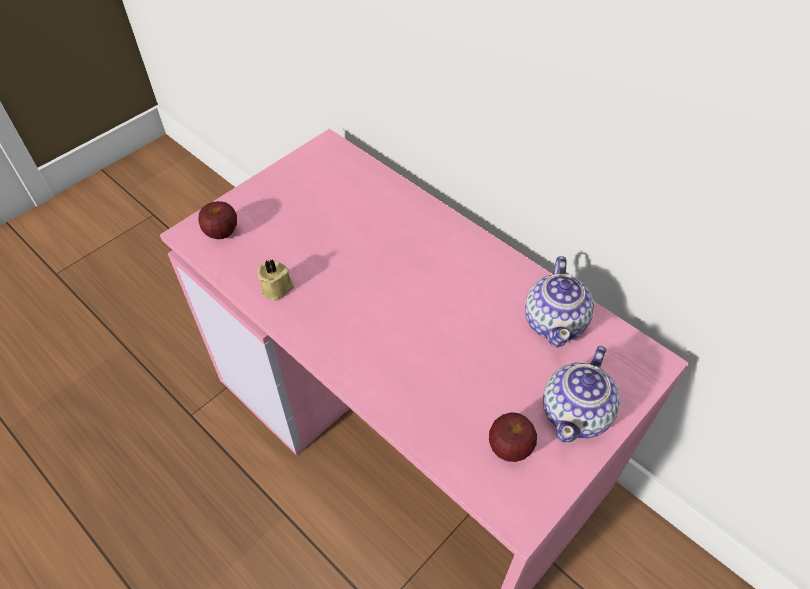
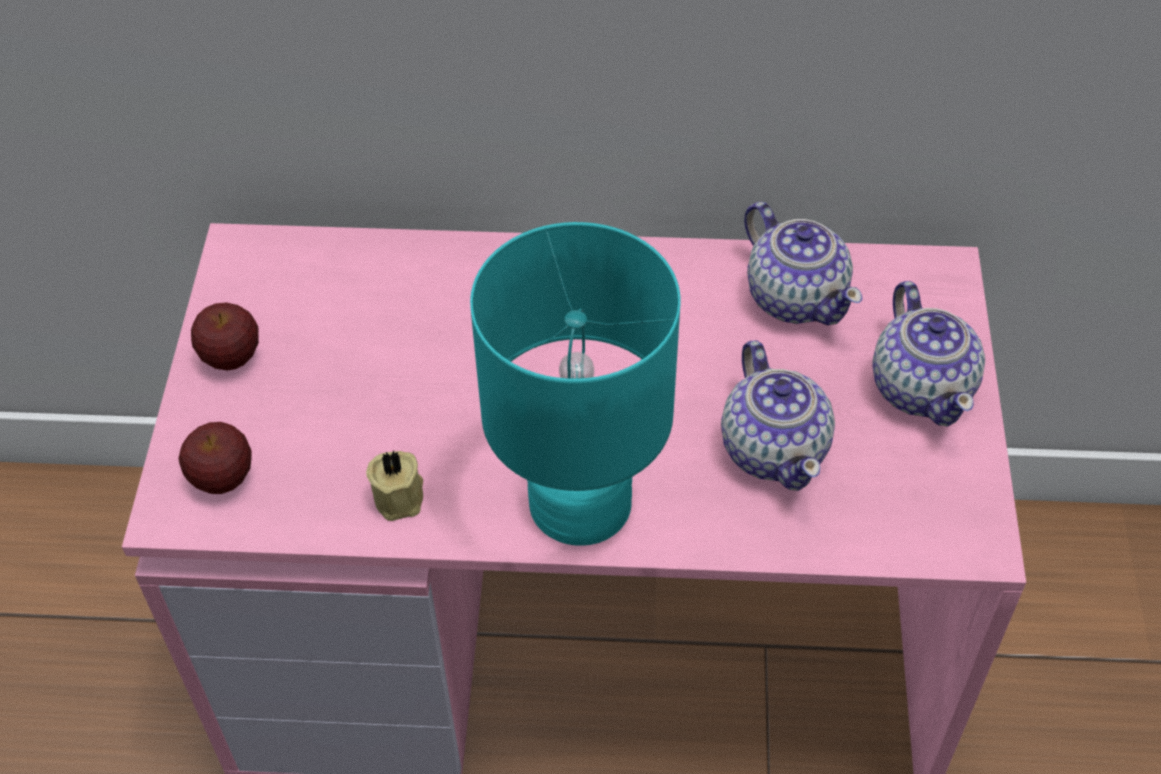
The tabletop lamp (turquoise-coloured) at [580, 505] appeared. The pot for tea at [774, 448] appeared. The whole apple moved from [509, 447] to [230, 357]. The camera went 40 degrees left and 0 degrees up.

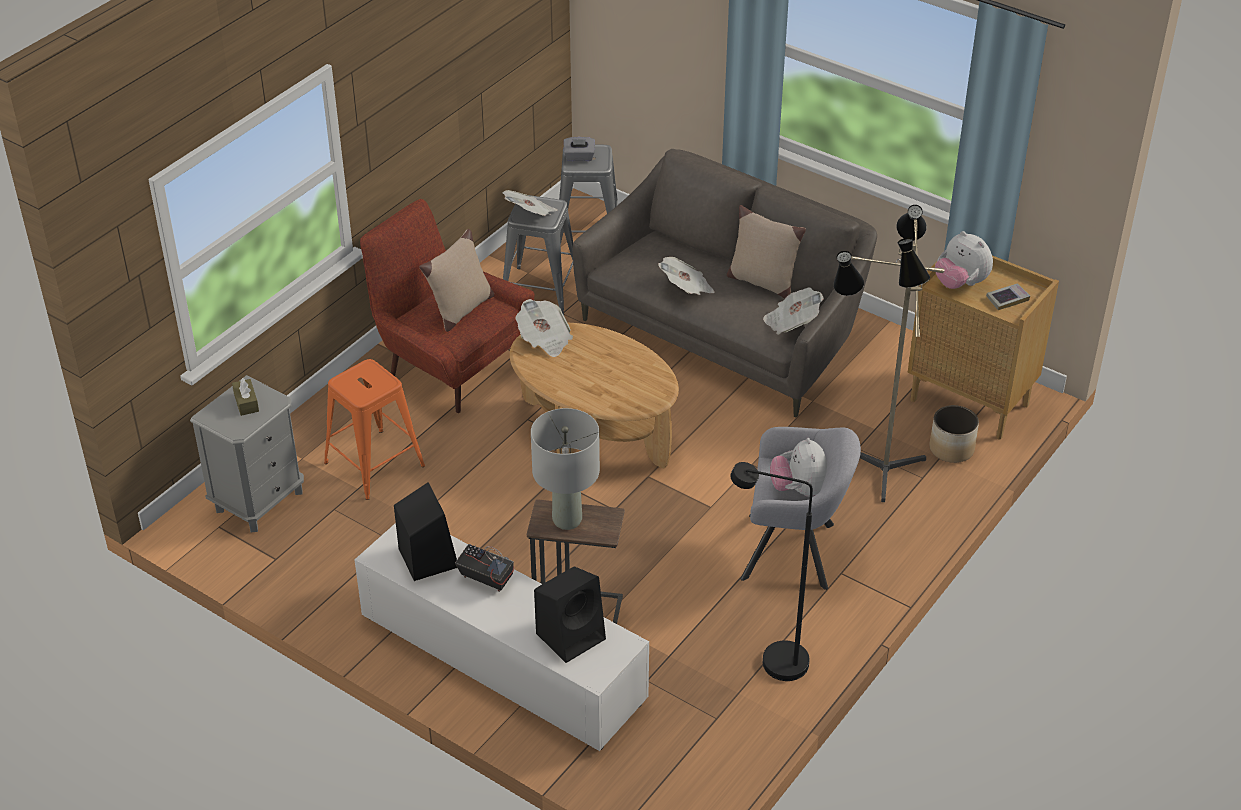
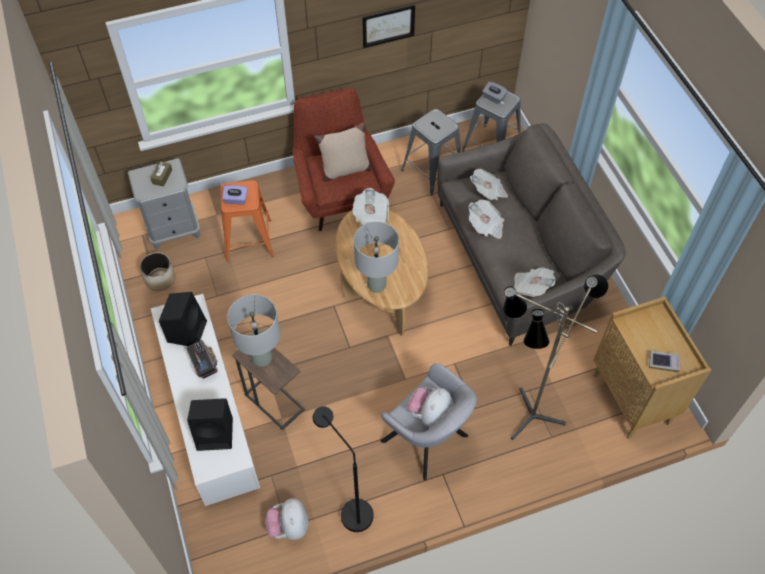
The cushion (sand-coloured) at [762, 282] disappeared. The box of tissues (purple-coloured) at [236, 200] appeared. The tabletop lamp (gray) at [376, 284] appeared. The wall art at [388, 26] appeared. The printed paper moved from [530, 215] to [488, 192]. The plant pot moved from [951, 448] to [160, 279]. The cuddly toy moved from [960, 283] to [289, 527]. The camera went 35 degrees right and 15 degrees up.

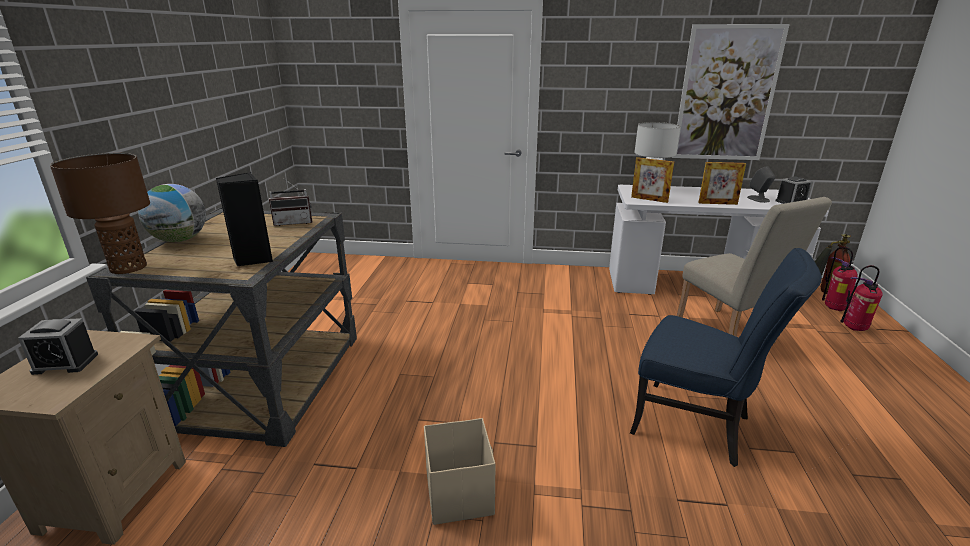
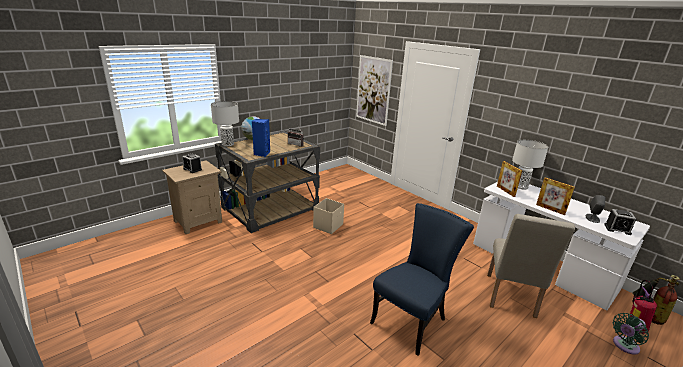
The storage bin (sand-coloured) moved from [459, 493] to [328, 226]. The wall art moved from [726, 94] to [373, 90]. The fire extinguisher at [853, 329] was replaced by the fan (green) at [624, 346]. The tabletop lamp (brown-coloured) at [128, 267] became the tabletop lamp (whitish) at [227, 144]. The speaker (black-coloured) at [253, 259] became the speaker (blue-coloured) at [261, 153]. The upright chair (blue-coloured) at [698, 426] turned 120 degrees counterclockwise. The camera went 40 degrees right and 0 degrees up.

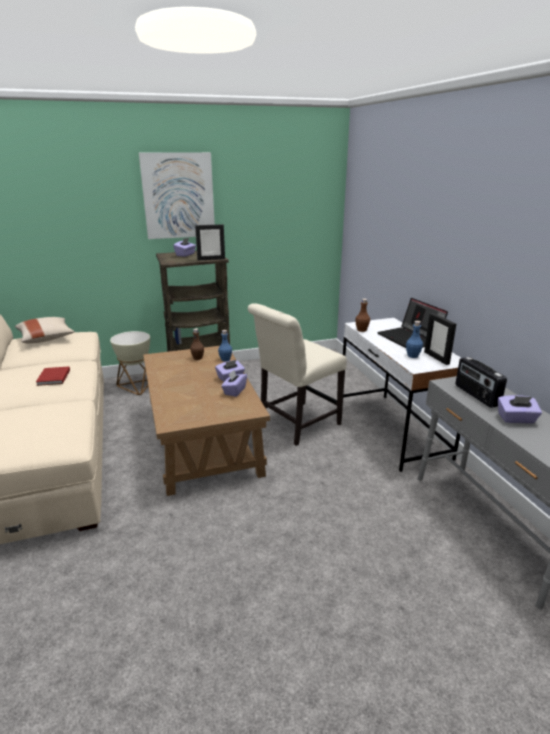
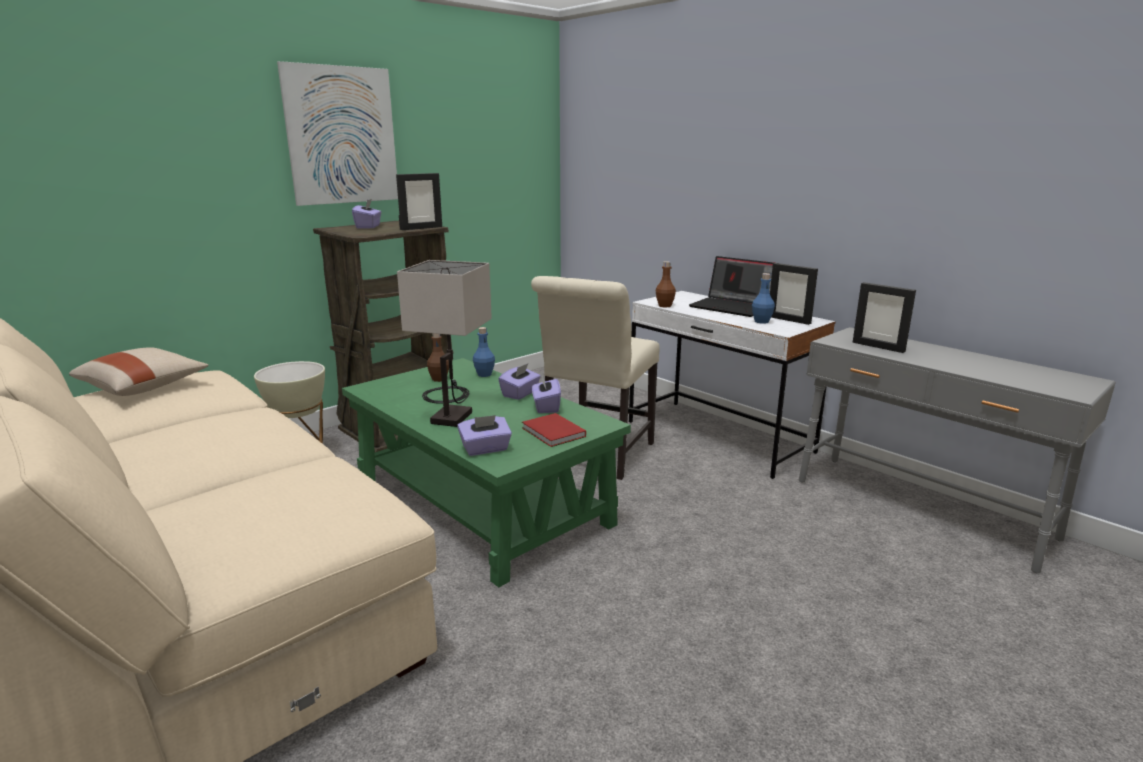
The tabletop lamp at [451, 407] appeared. The book (reddish) moved from [53, 378] to [553, 433]. The box of tissues (purple-coloured) moved from [516, 419] to [485, 449]. The radio set at [476, 395] was replaced by the picture frame at [878, 346]. The low table (brown-coloured) at [202, 439] became the low table (green) at [480, 502]. The camera went 25 degrees left and 5 degrees down.

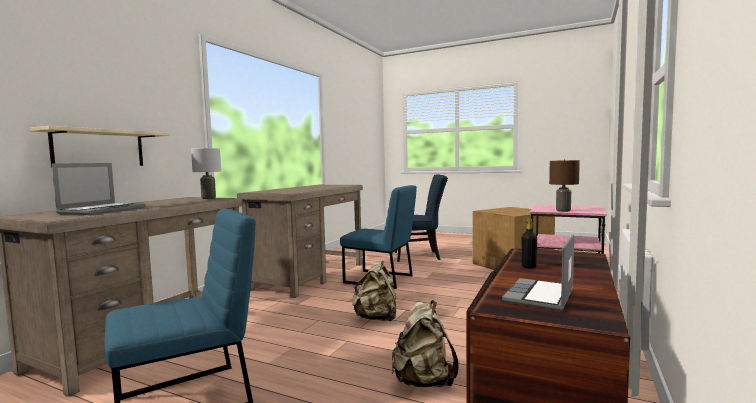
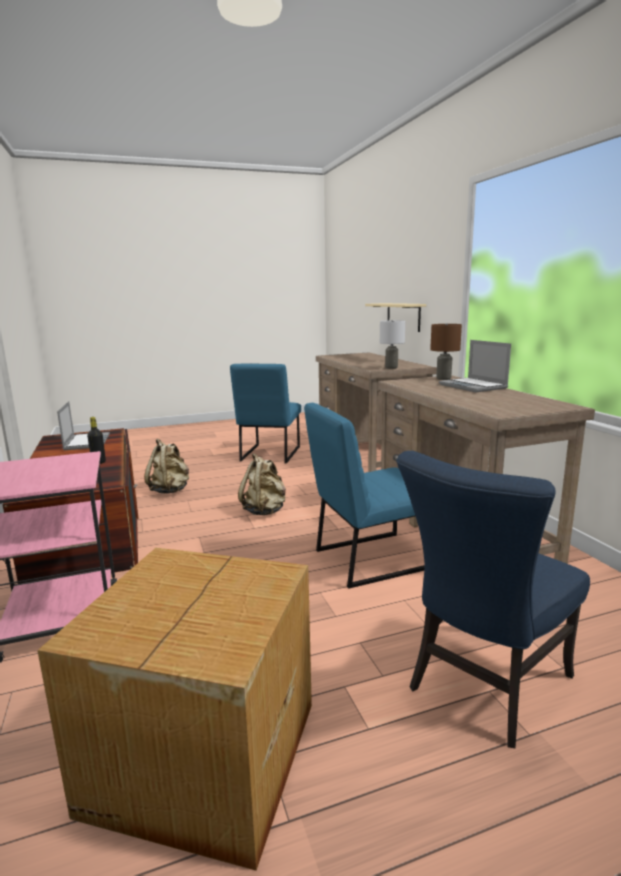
The laptop moved from [103, 210] to [473, 386]. The tabletop lamp (brown-coloured) moved from [562, 211] to [444, 379]. The camera went 135 degrees right and 10 degrees up.

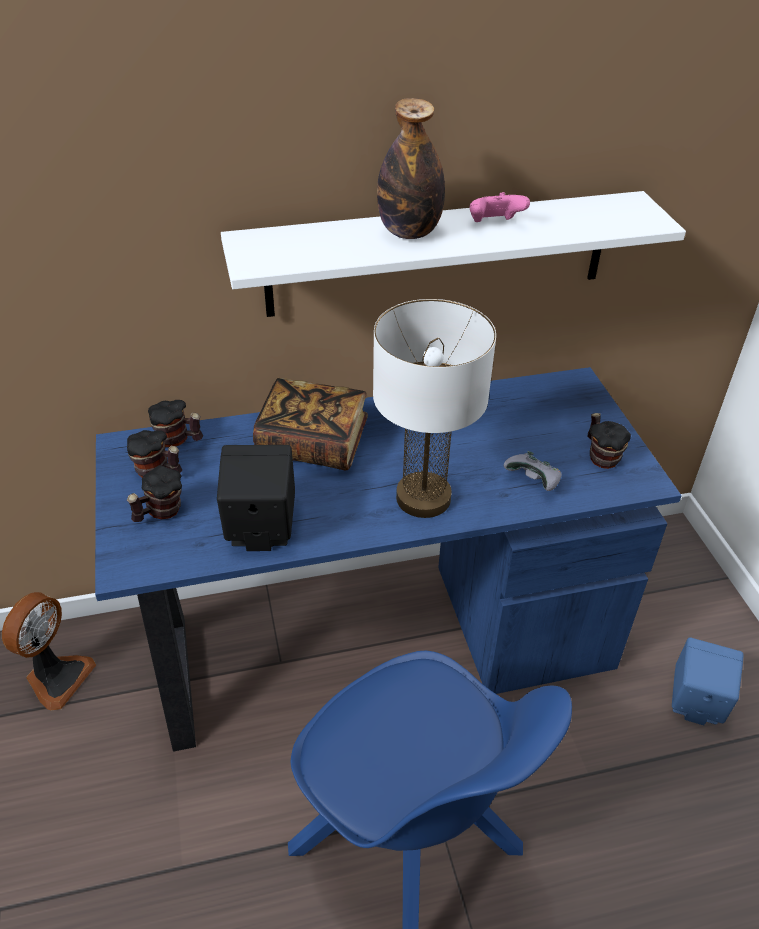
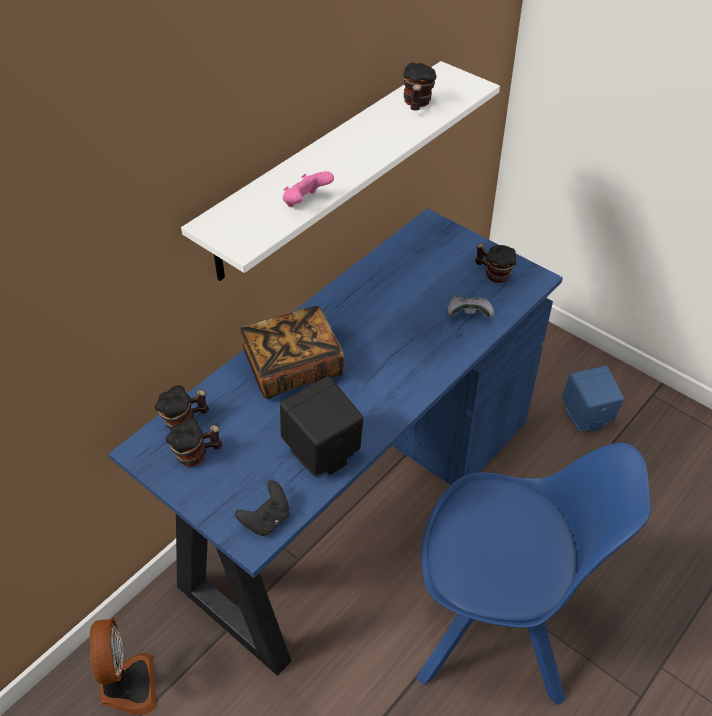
The tabletop lamp at [423, 497] disappeared. The drink bottle at [409, 232] disappeared. The gamepad (black-coloured) at [266, 520] appeared. The tea mug moved from [159, 513] to [416, 105]. The gamepad (pink) moved from [494, 224] to [306, 203]. The camera went 35 degrees left and 5 degrees up.

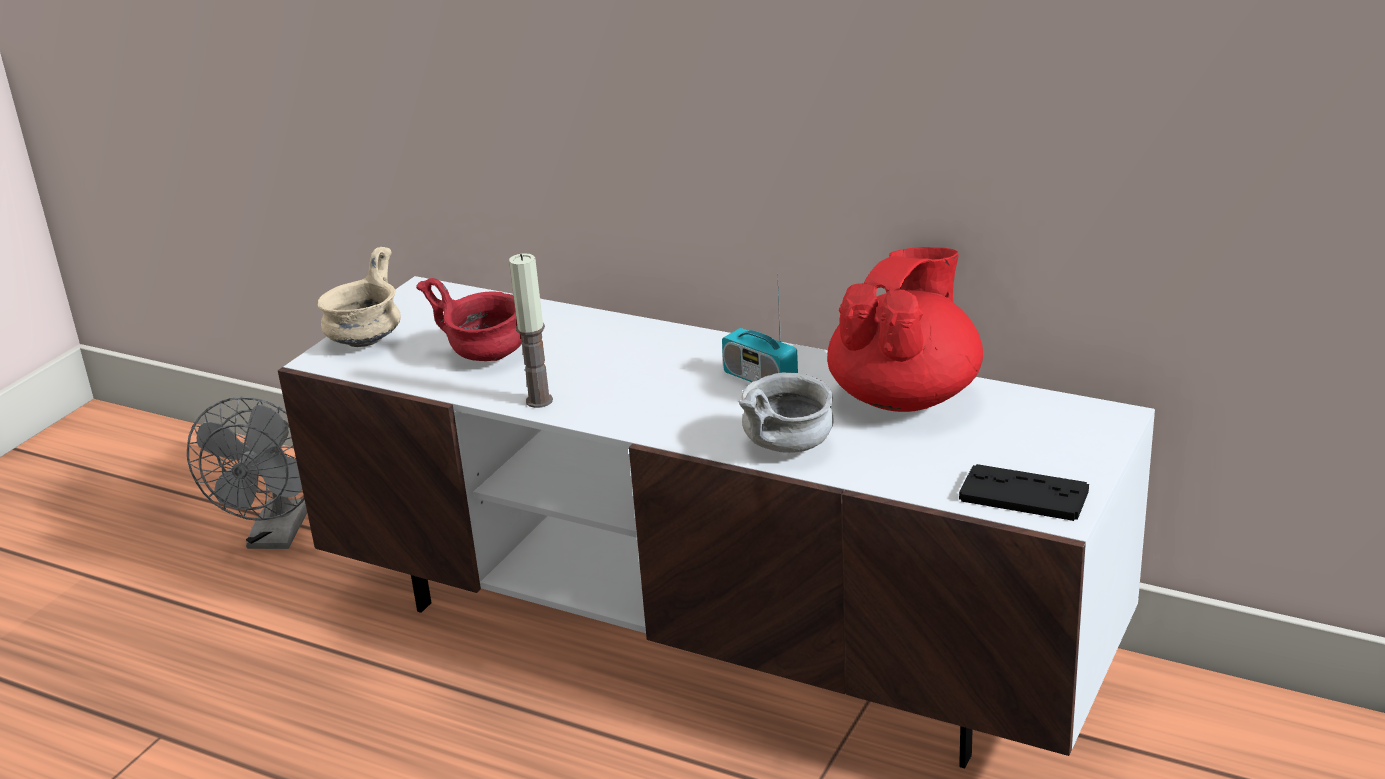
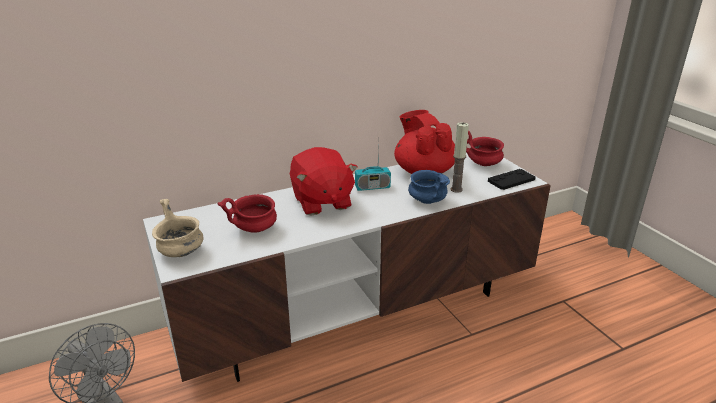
The cuddly toy (reddish) at [321, 202] appeared. The bowl (reddish) at [482, 164] appeared. The candle moved from [539, 401] to [456, 189]. The bowl (gray) at [787, 447] became the bowl (blue-coloured) at [429, 201]. The camera went 55 degrees left and 0 degrees up.

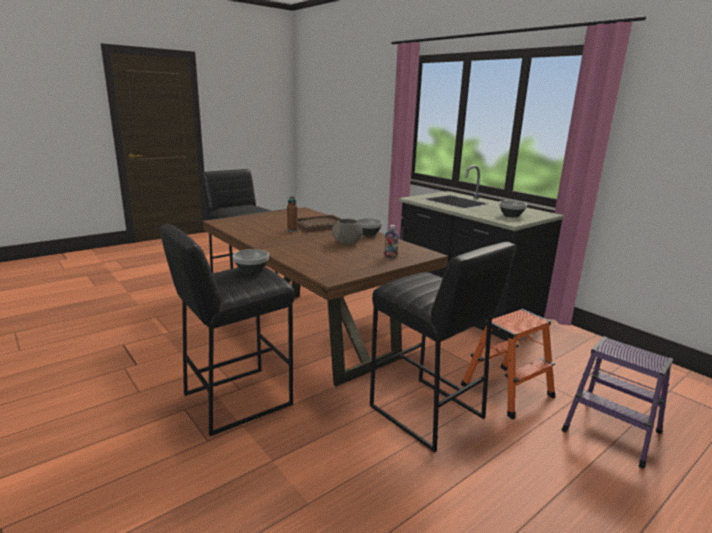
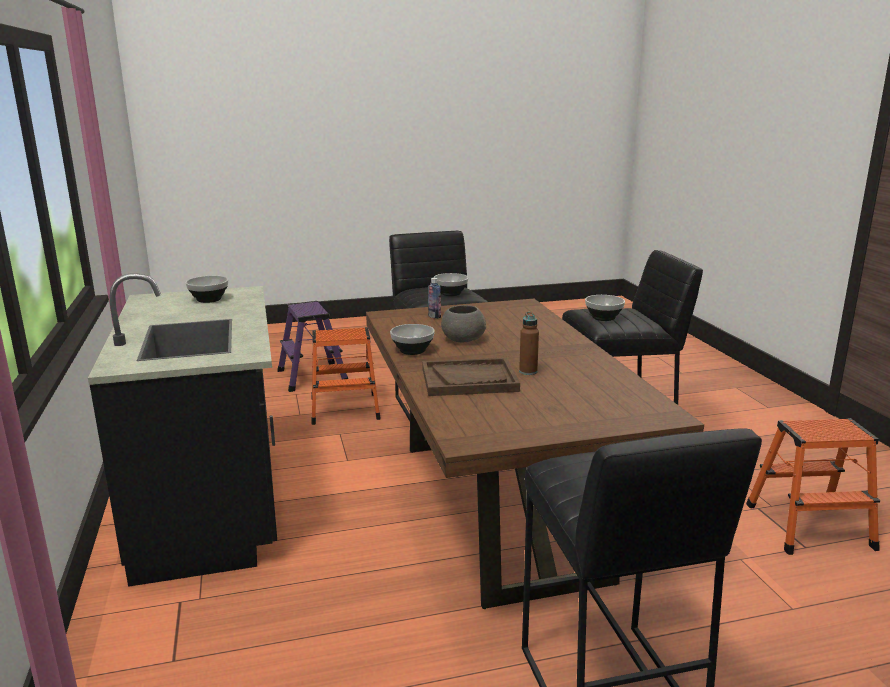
The bowl at [450, 294] appeared. The step ladder (orangey) at [808, 526] appeared. The camera went 155 degrees left and 0 degrees up.

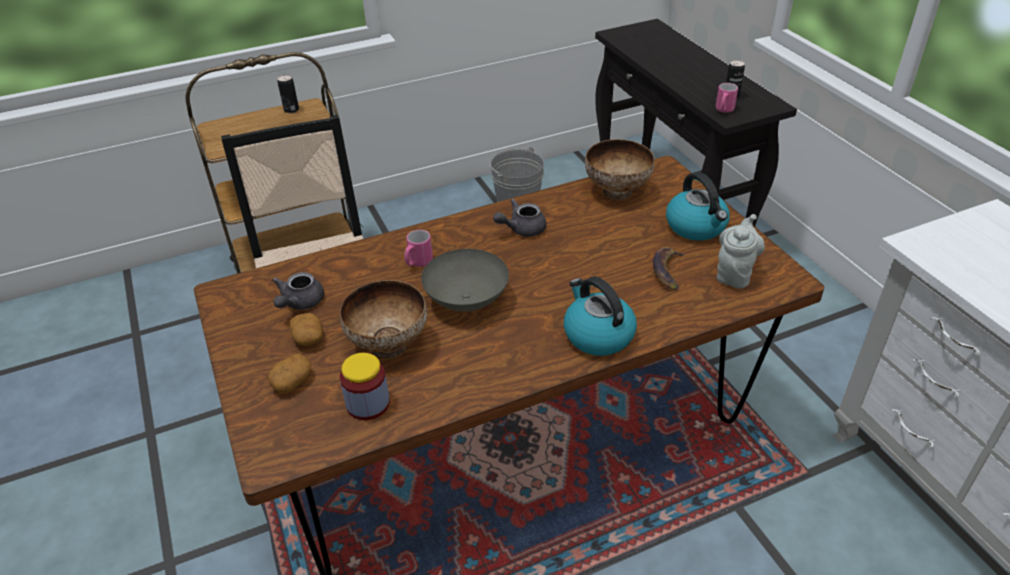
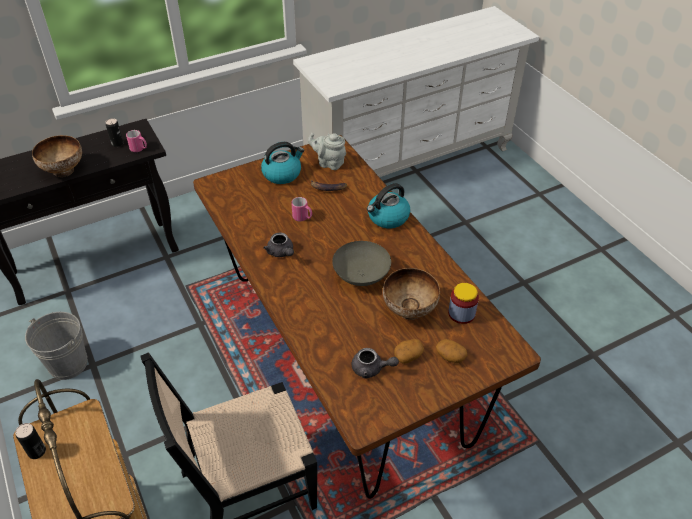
The tea mug (pink) moved from [418, 263] to [302, 218]. The bowl moved from [616, 191] to [63, 171]. The camera went 95 degrees left and 5 degrees up.

